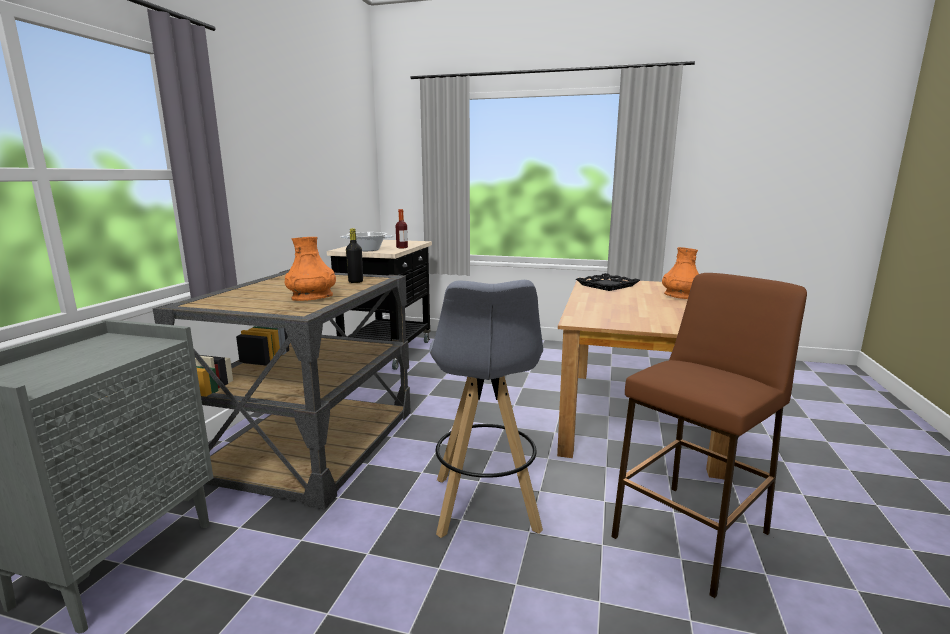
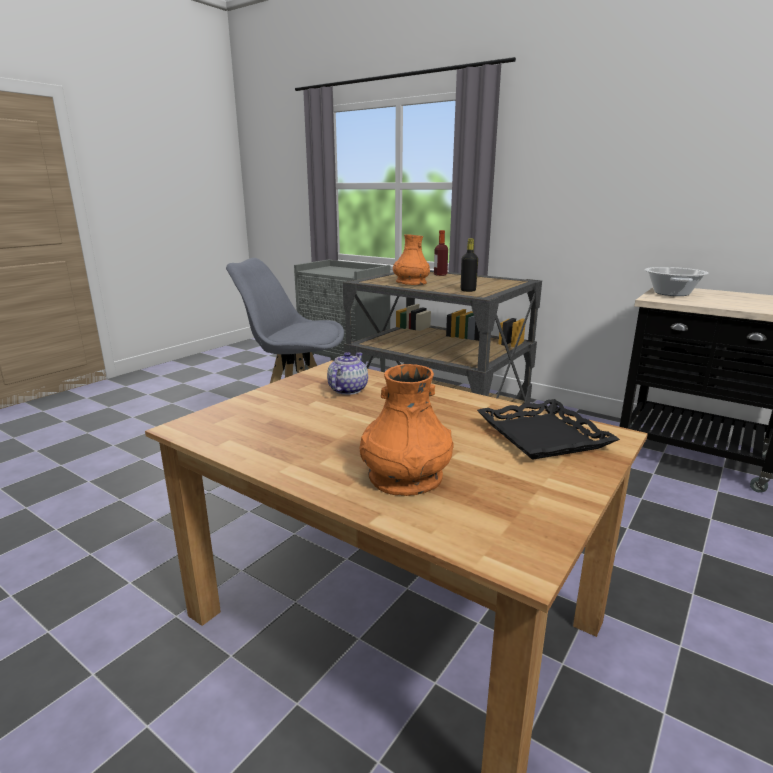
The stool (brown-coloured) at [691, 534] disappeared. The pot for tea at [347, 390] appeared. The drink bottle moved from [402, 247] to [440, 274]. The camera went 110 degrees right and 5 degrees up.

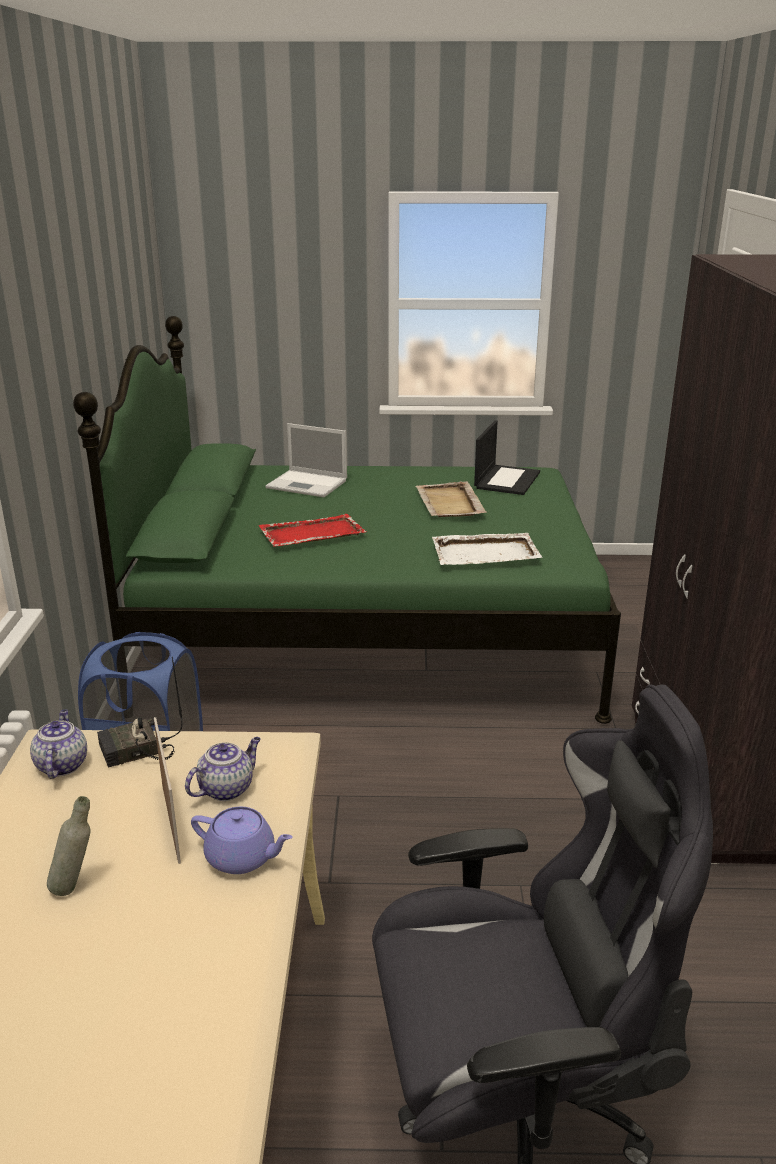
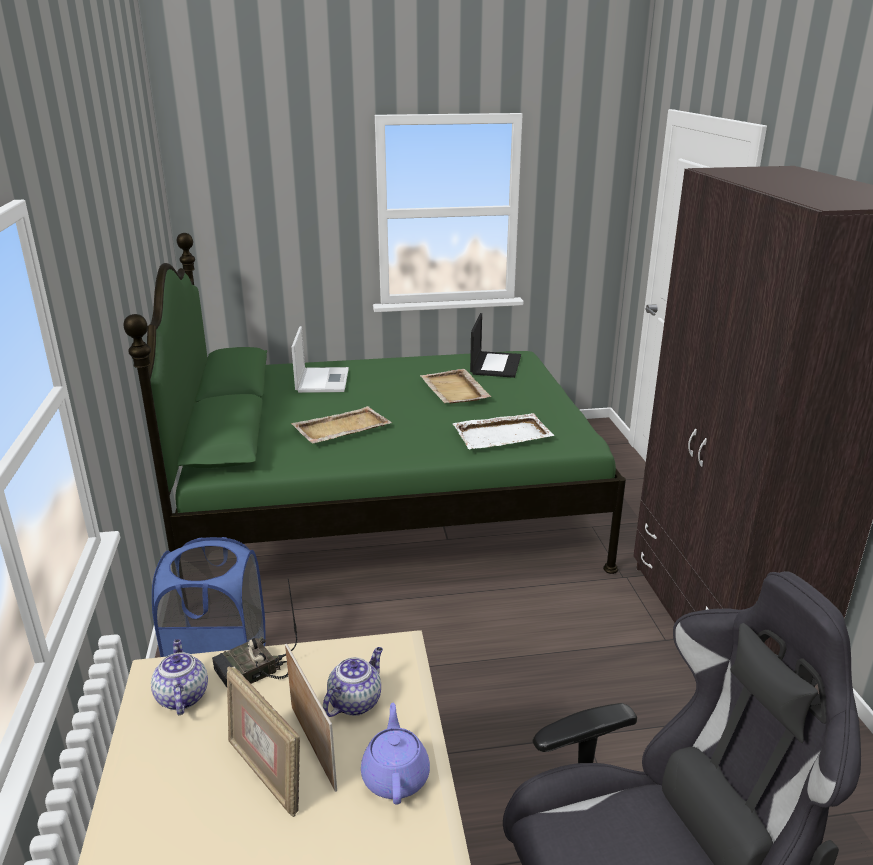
The drink bottle (gray) at [76, 886] disappeared. The picture frame at [266, 774] appeared. The carrying tray (reddish) at [311, 534] became the carrying tray (sand-coloured) at [340, 428]. The pot for tea (purple-coloured) at [242, 857] turned 105 degrees counterclockwise. The laptop at [308, 484] turned 105 degrees counterclockwise. The camera went 10 degrees left and 0 degrees up.

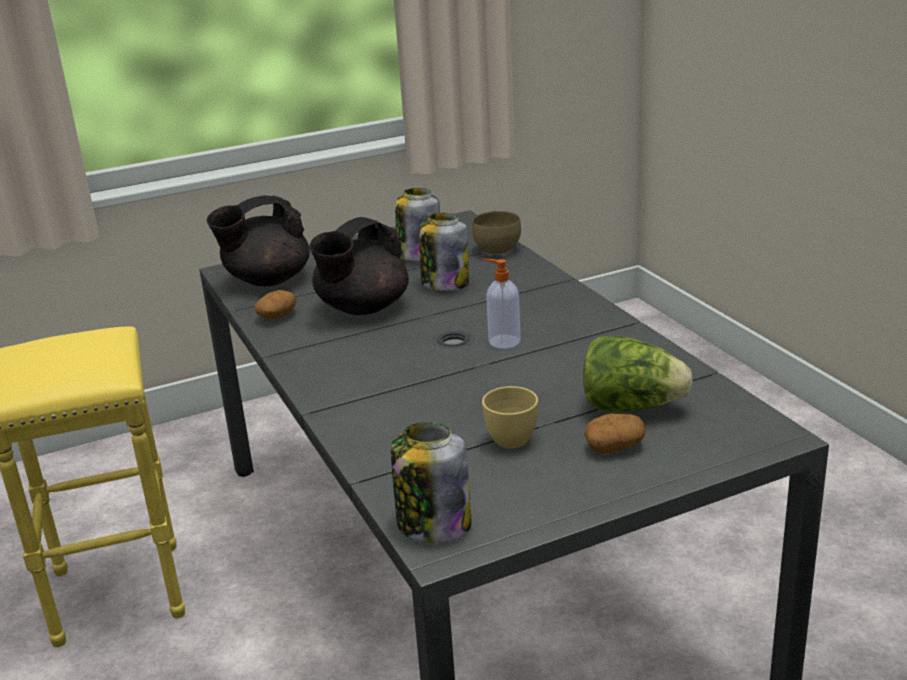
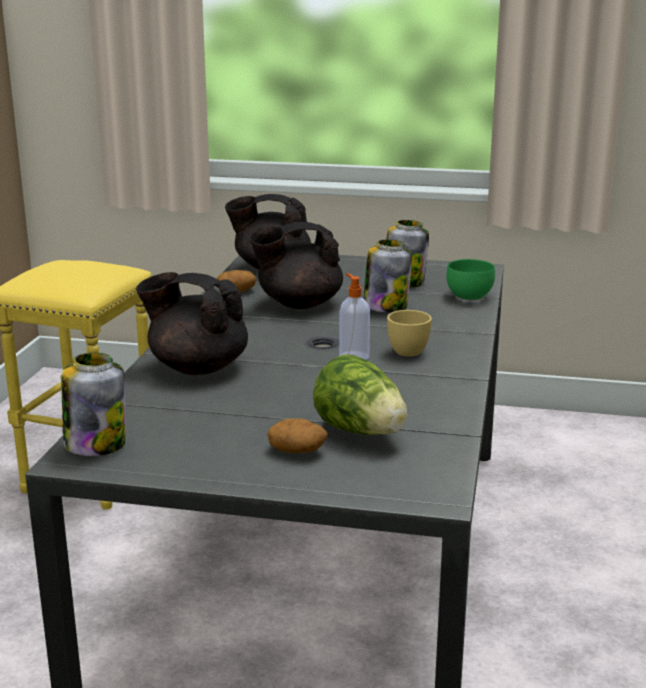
The pot for tea (black-coloured) at [197, 367] appeared. The small cup (yellow-coloured) moved from [511, 436] to [411, 350]. The bowl (brown-coloured) at [495, 250] became the bowl (green) at [468, 296]. The camera went 35 degrees right and 5 degrees down.

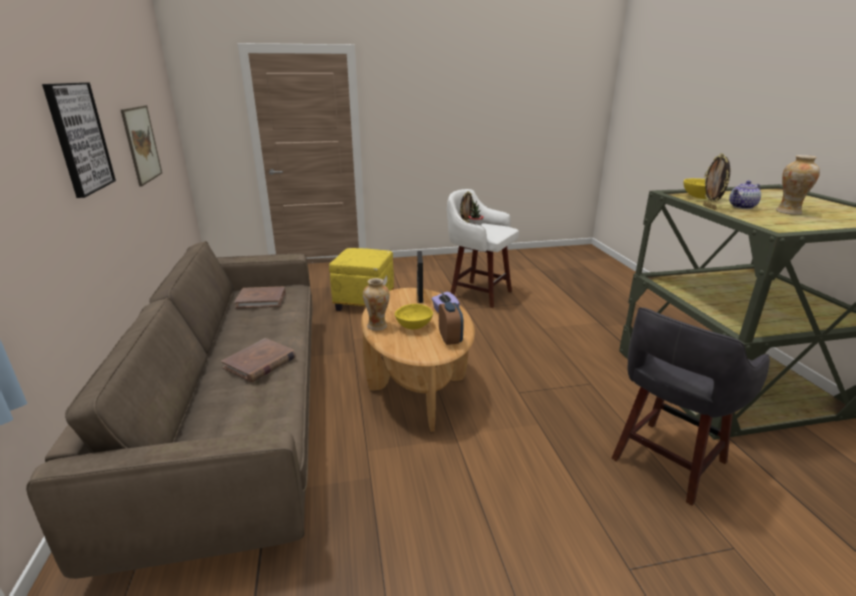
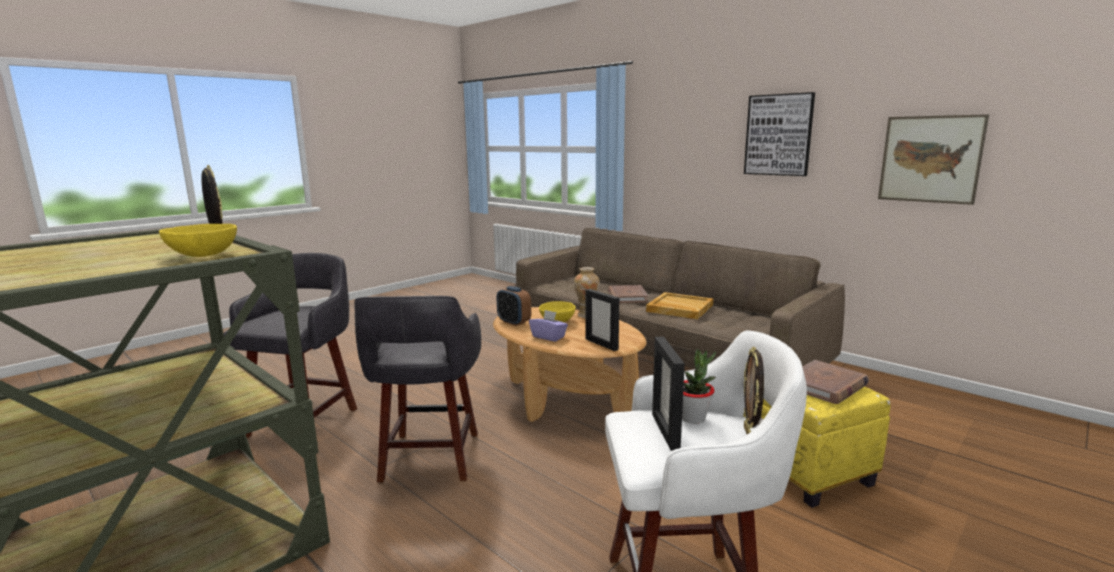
The pot for tea at [742, 207] disappeared. The vase at [788, 212] disappeared. The stool (gray) at [429, 460] appeared. The carrying tray (sand-coloured) at [679, 308] appeared. The picture frame at [667, 431] appeared. The book (brown-coloured) moved from [261, 300] to [825, 386]. The camera went 145 degrees right and 10 degrees down.

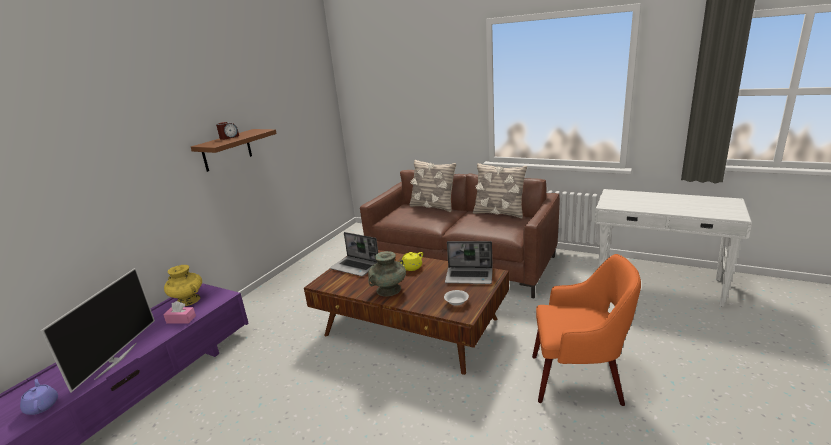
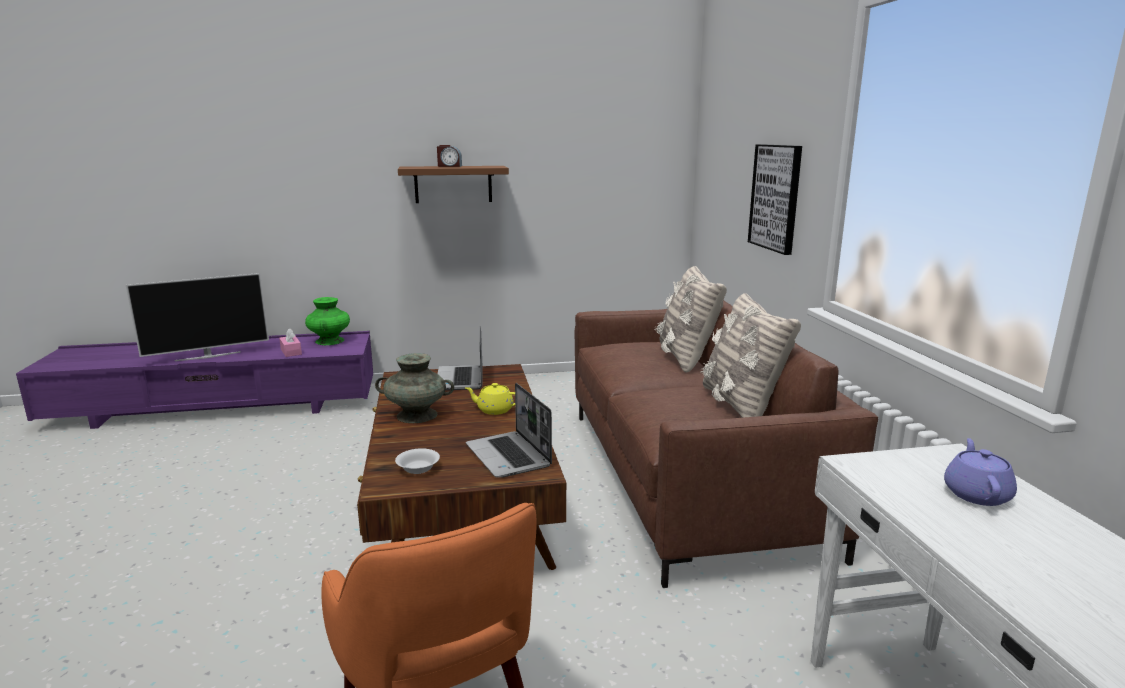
The wall art at [776, 197] appeared. The pot for tea (purple-coloured) moved from [42, 406] to [976, 494]. The vase (yellow-coloured) at [188, 300] became the vase (green) at [330, 341]. The camera went 50 degrees right and 5 degrees down.

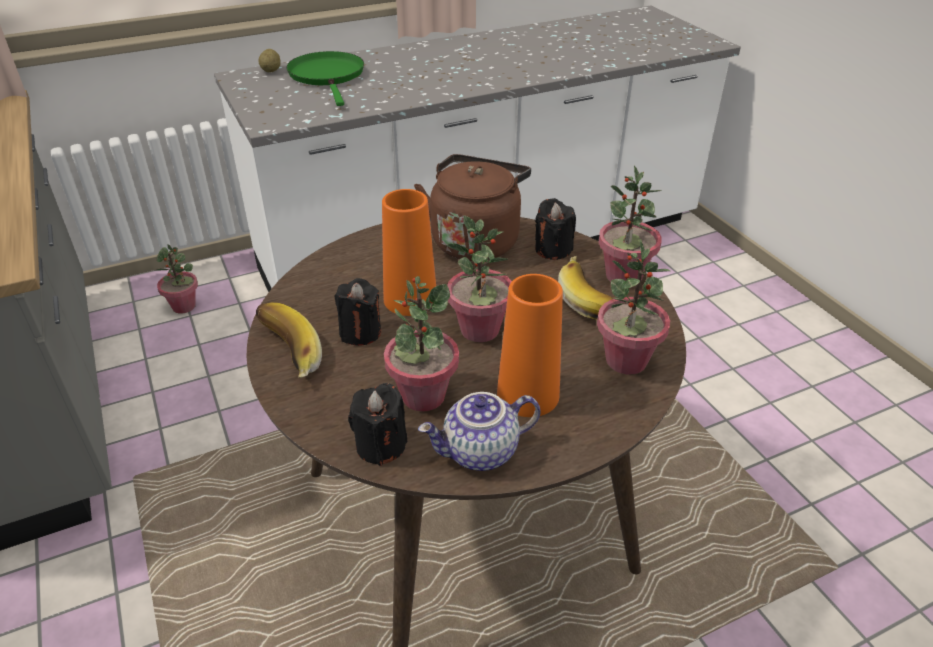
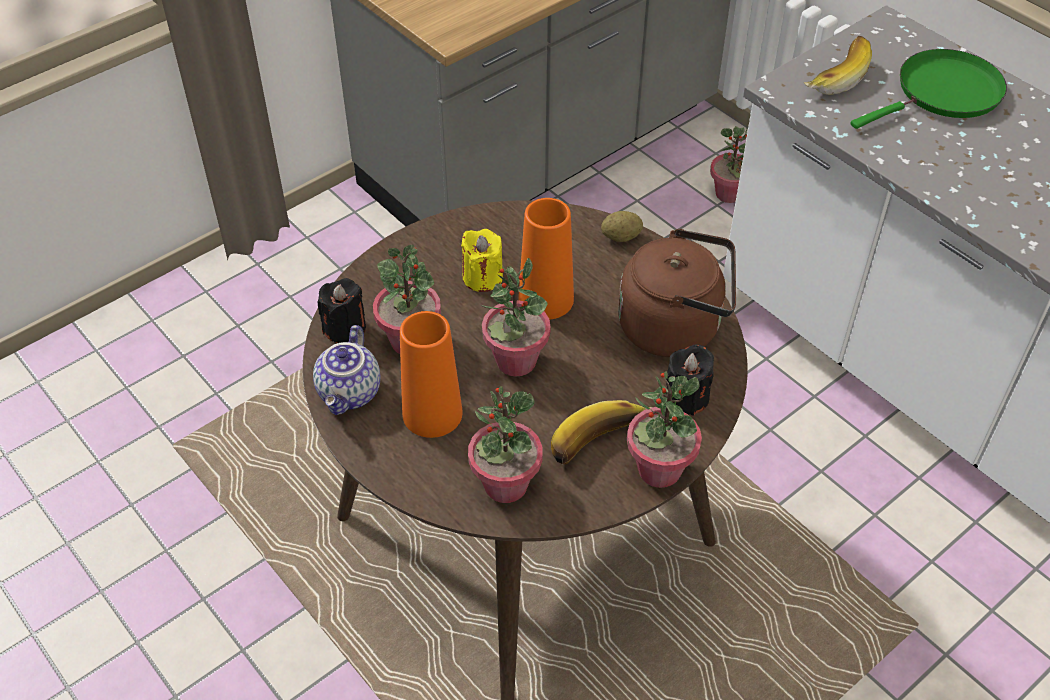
The whole banana moved from [285, 354] to [833, 76]. The spud moved from [271, 71] to [621, 237]. The candle (black-coloured) at [360, 332] became the candle (yellow-coloured) at [482, 277]. The pot for tea at [480, 453] turned 135 degrees counterclockwise. The camera went 75 degrees right and 10 degrees up.

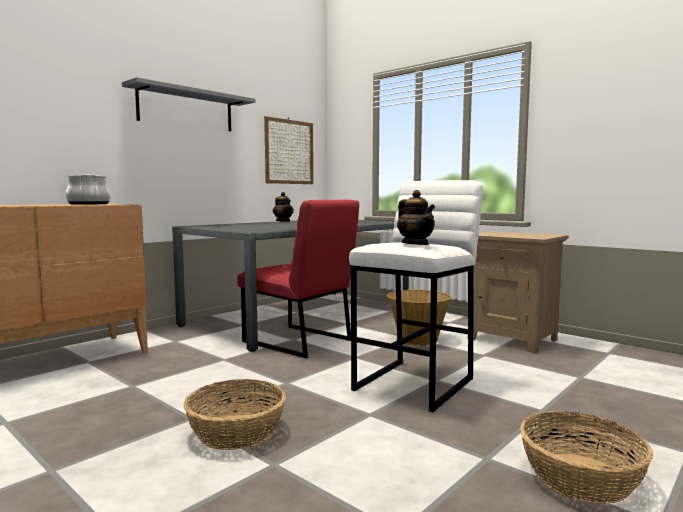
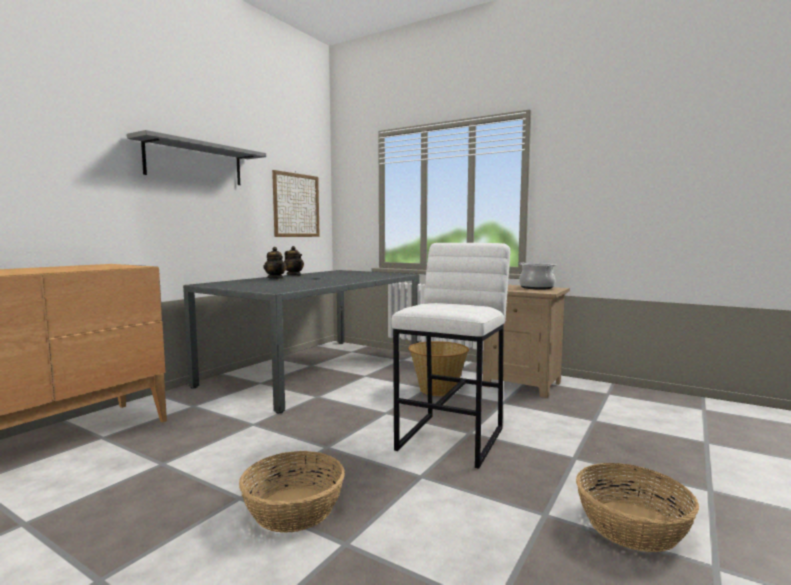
The upright chair (reddish) at [299, 341] disappeared. The cooking pot moved from [89, 204] to [536, 288]. The pot for tea moved from [415, 244] to [275, 278]. The camera went 10 degrees left and 0 degrees up.

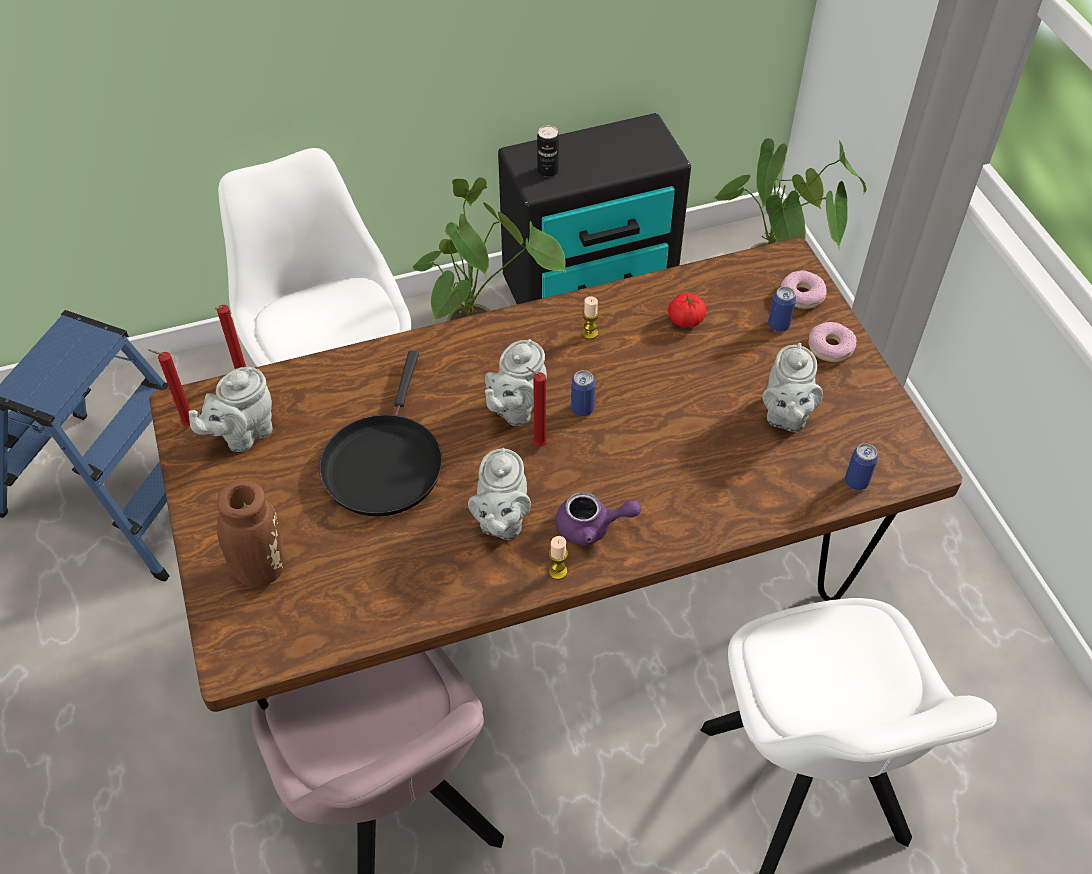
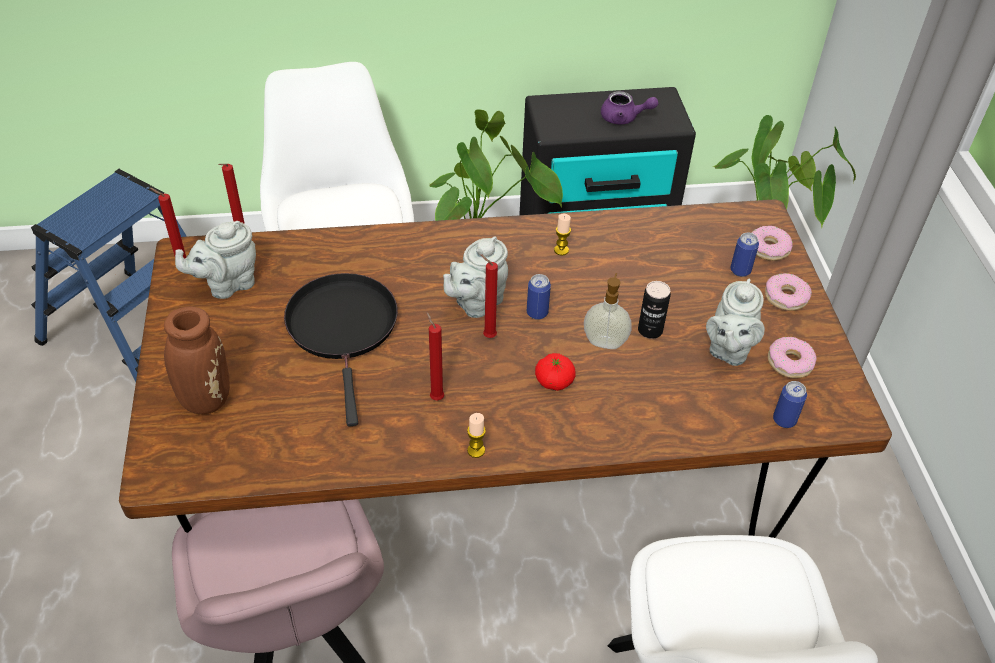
The liquid soap bottle at [605, 341] appeared. The donut at [789, 362] appeared. The sealed can moved from [548, 171] to [650, 330]. The pot for tea (purple-coloured) moved from [592, 527] to [624, 118]. The tomato moved from [685, 319] to [554, 381]. The pot for tea (gray) at [501, 521] was replaced by the candle (reddish) at [435, 397]. The frying pan (black-coloured) at [384, 462] turned 150 degrees clockwise. The camera went 10 degrees right and 5 degrees down.

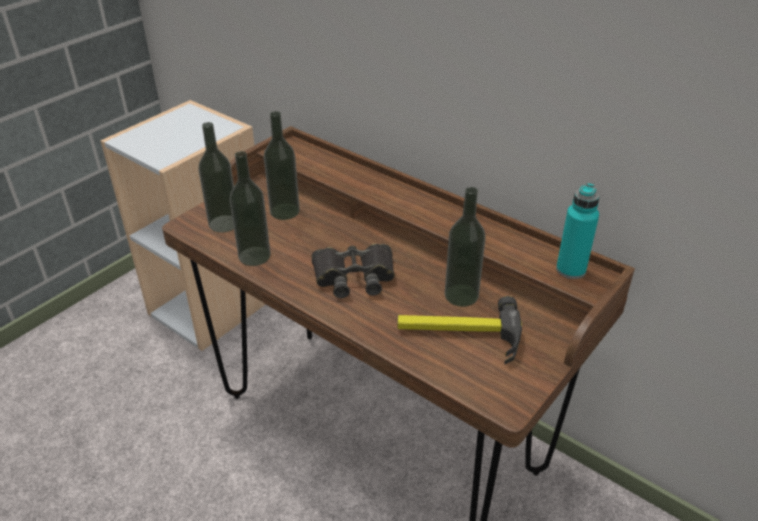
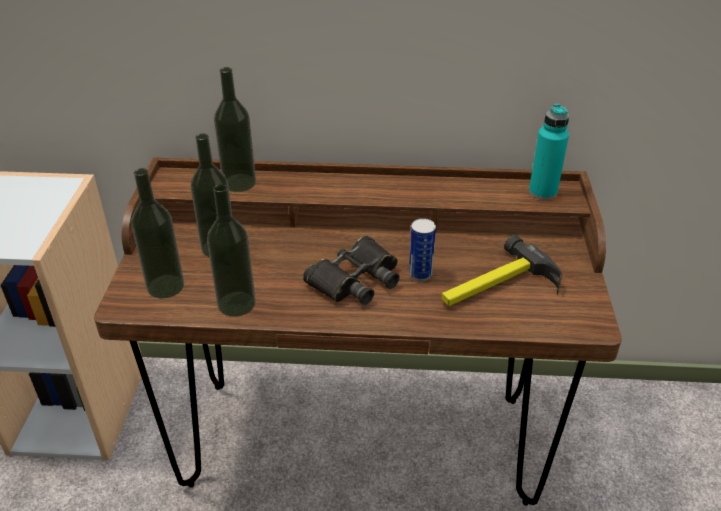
The sealed can at [420, 274] appeared. The drink bottle moved from [461, 295] to [239, 182]. The camera went 35 degrees left and 0 degrees up.

